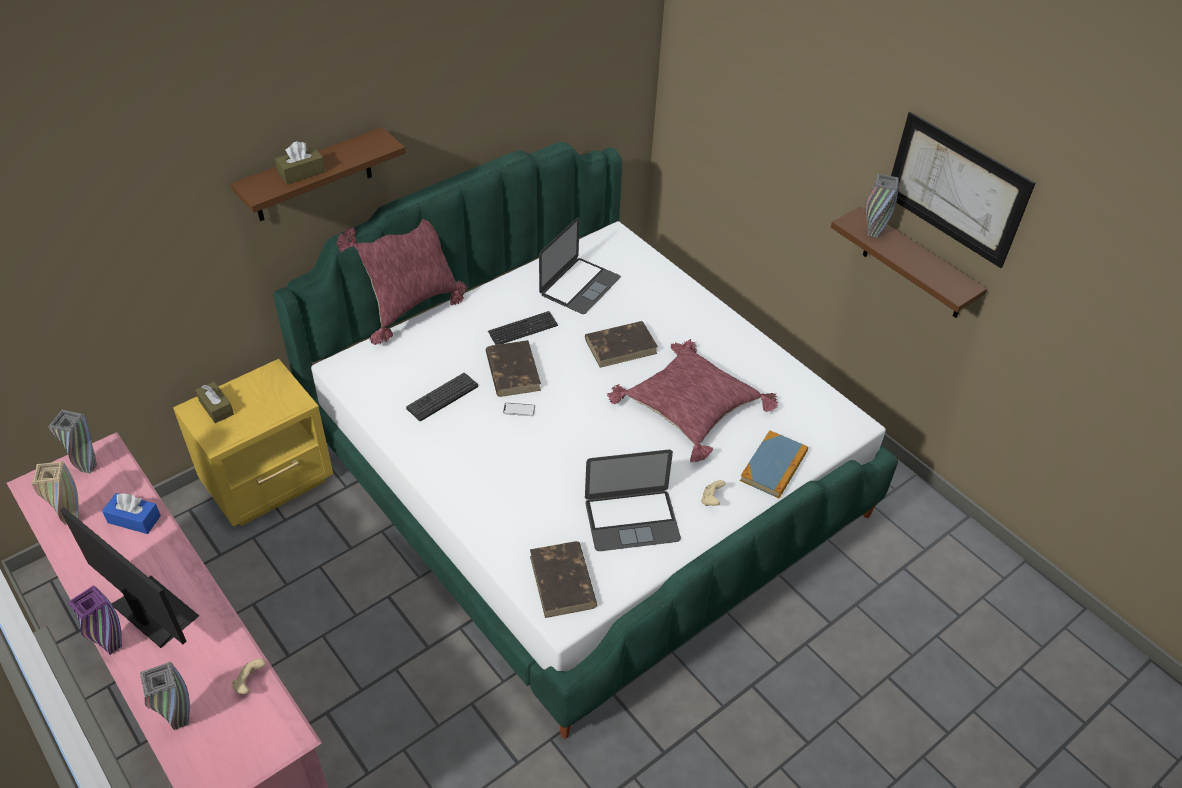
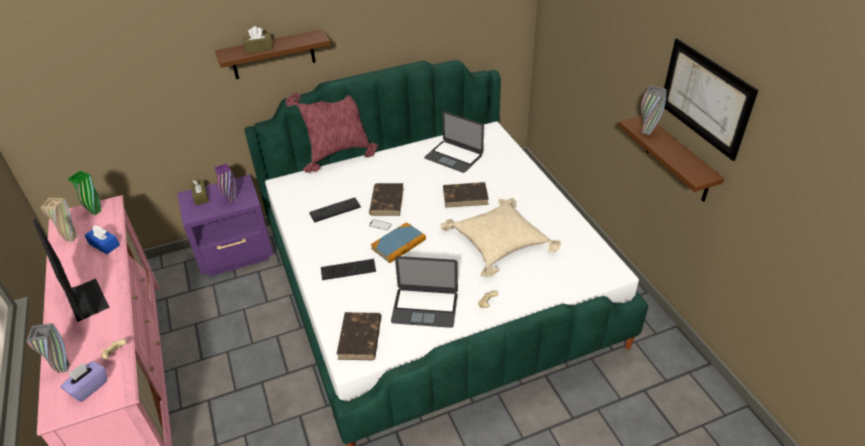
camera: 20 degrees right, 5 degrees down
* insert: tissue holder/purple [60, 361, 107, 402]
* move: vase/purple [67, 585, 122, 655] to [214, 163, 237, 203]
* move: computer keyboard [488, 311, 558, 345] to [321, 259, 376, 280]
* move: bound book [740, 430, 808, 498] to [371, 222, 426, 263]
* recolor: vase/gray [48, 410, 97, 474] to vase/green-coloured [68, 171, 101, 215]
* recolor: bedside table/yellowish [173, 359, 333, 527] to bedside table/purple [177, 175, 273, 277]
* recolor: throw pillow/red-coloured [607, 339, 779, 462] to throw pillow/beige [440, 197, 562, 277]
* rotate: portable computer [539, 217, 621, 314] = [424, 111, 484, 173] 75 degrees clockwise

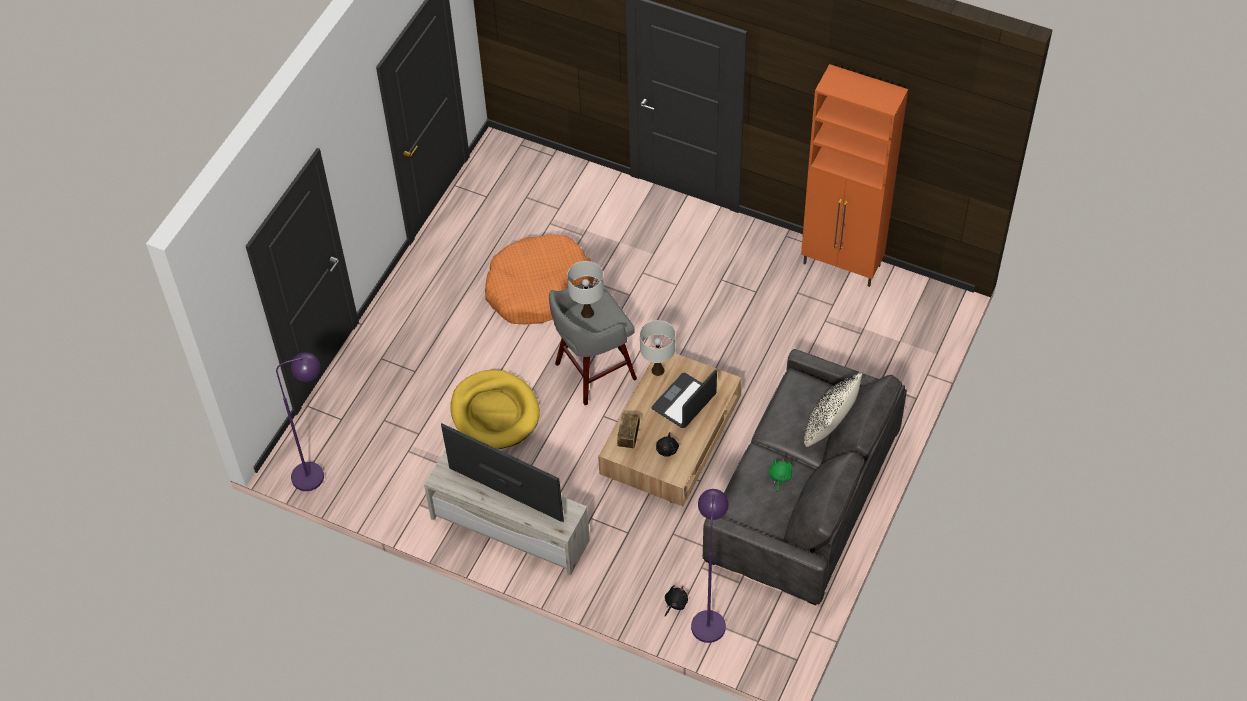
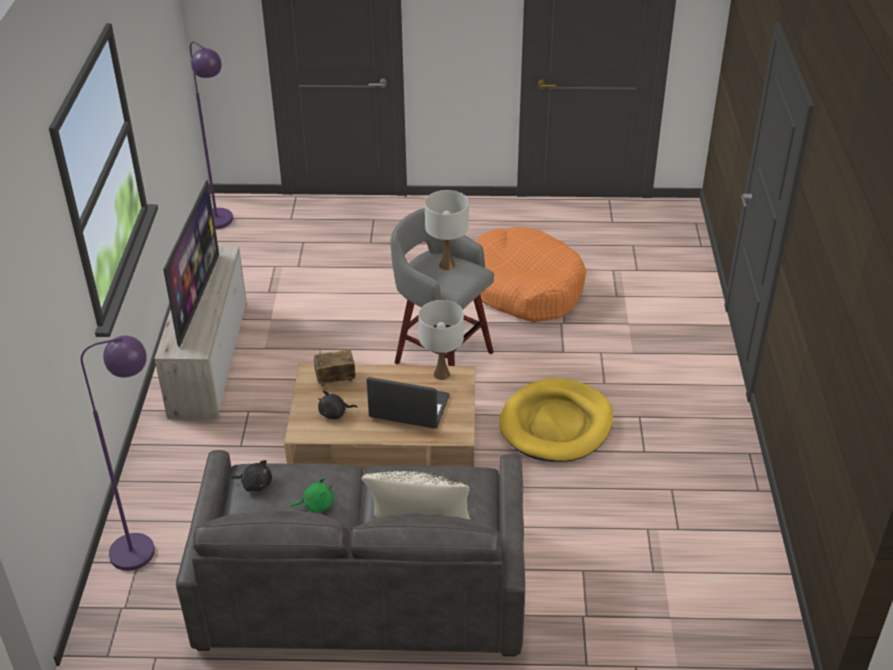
camera: 65 degrees right, 15 degrees down
* delete: cabinet/orangey [801, 64, 908, 287]
* move: pet bed/yellowish [451, 370, 540, 449] to [499, 378, 613, 462]
* move: plush toy/blackish [665, 585, 688, 616] to [231, 460, 272, 492]

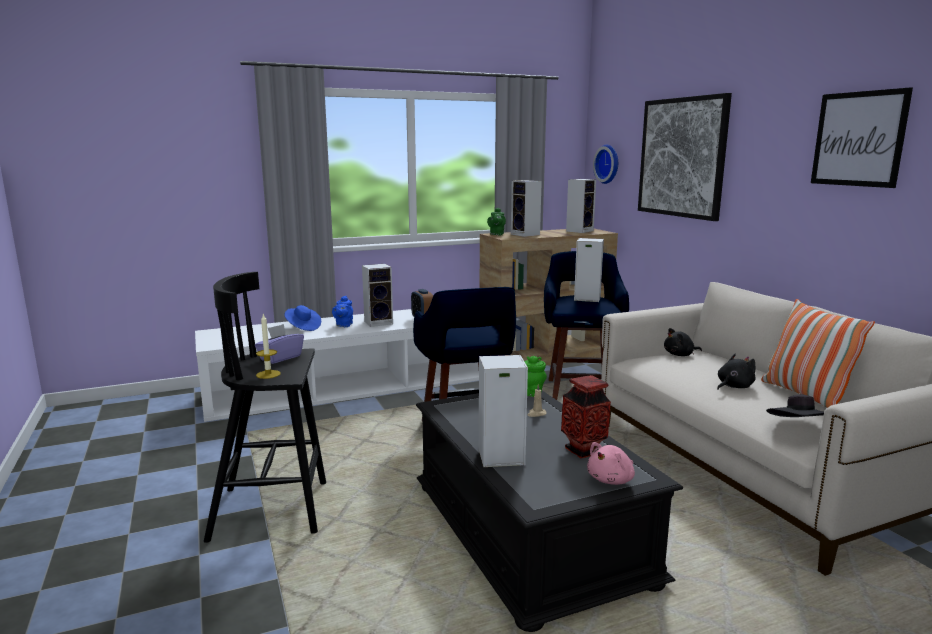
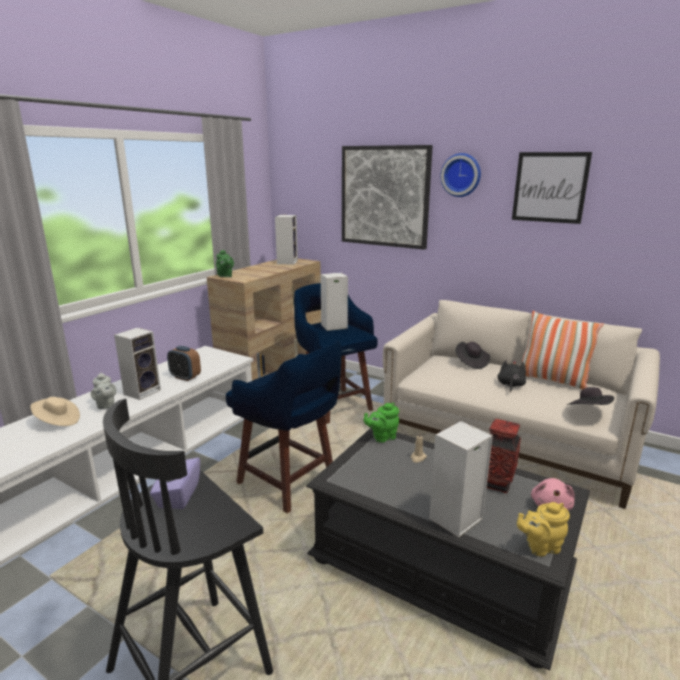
camera: 35 degrees left, 5 degrees up
* delete: wax candle [256, 314, 281, 379]
* delete: audio speaker [511, 180, 542, 237]
* delete: plush toy/blackish [664, 328, 702, 356]
* insert: wearable hat/blackish [455, 342, 490, 369]
* insert: tea pot/yellowish [517, 502, 570, 557]
* move: clock on the wall [593, 144, 618, 184] to [440, 153, 481, 197]
* recolor: wearable hat/blue-coloured [284, 305, 321, 331] to wearable hat/beige [30, 397, 80, 426]
* recolor: tea pot/blue-coloured [332, 296, 353, 327] to tea pot/gray [91, 372, 116, 409]

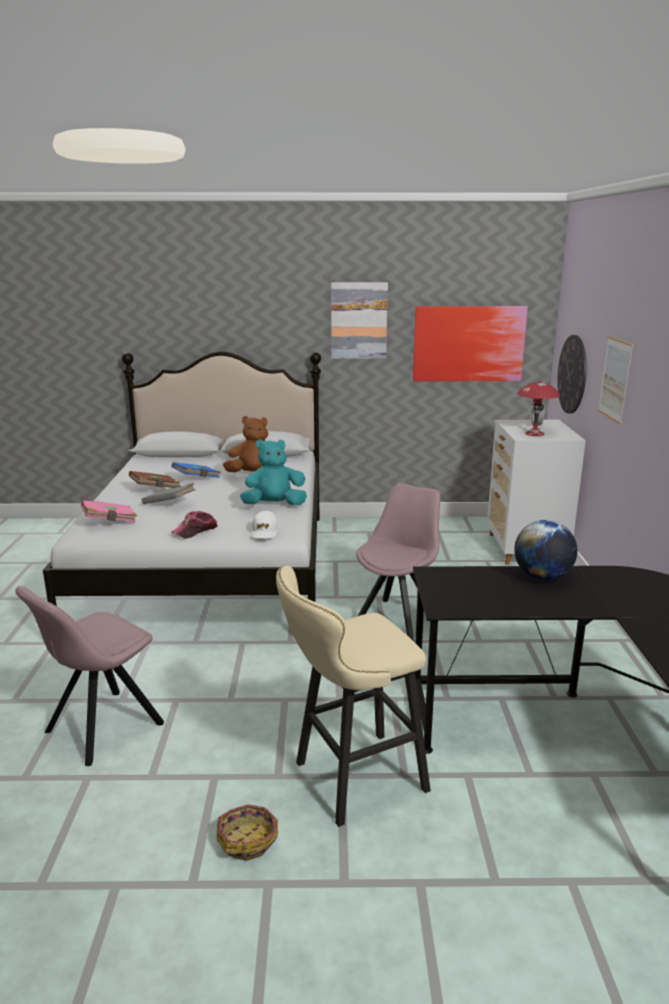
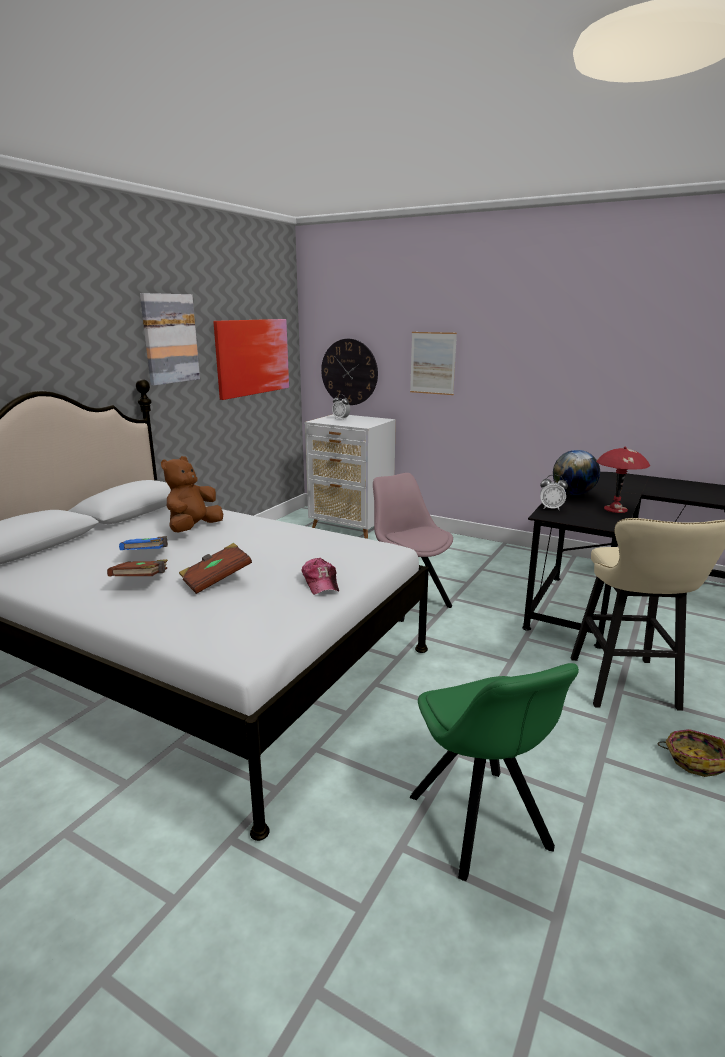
camera: 60 degrees left, 0 degrees up
* delete: bound book/pink-coloured [81, 500, 137, 522]
* delete: plush toy/blue-green [240, 439, 307, 505]
* delete: baseball cap/whitish [251, 511, 278, 539]
* insert: bedside clock [540, 475, 568, 510]
* move: lamp for a table/red-coloured [517, 381, 560, 436] to [596, 446, 650, 513]
* recolor: chair/pink-coloured [15, 586, 164, 766] to chair/green-coloured [410, 663, 579, 881]
* recolor: bound book/gray [142, 483, 195, 504] to bound book/brownish [179, 543, 252, 594]

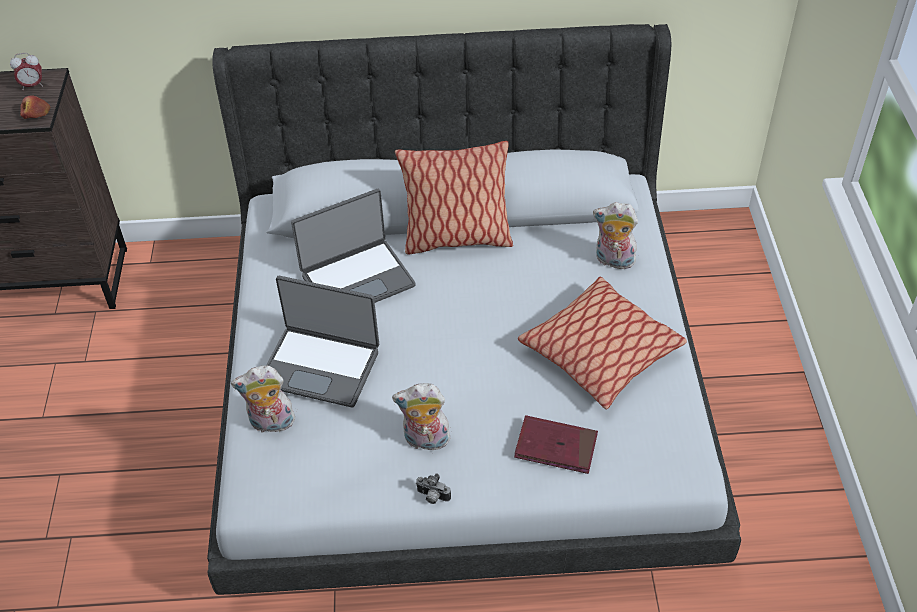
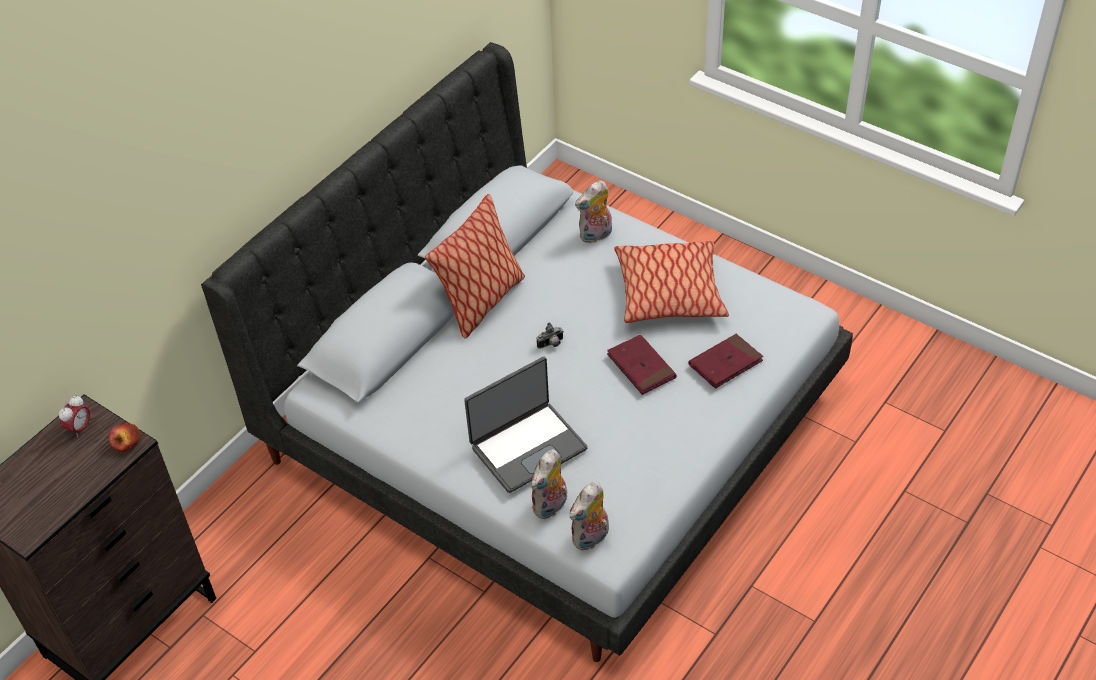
camera: 50 degrees left, 0 degrees up
* delete: portable computer [291, 189, 416, 303]
* insert: bound book/red-coloured [607, 335, 677, 395]
* move: plush toy [392, 383, 452, 452] to [570, 482, 609, 550]
* move: still camera [415, 473, 451, 504] to [537, 323, 564, 349]

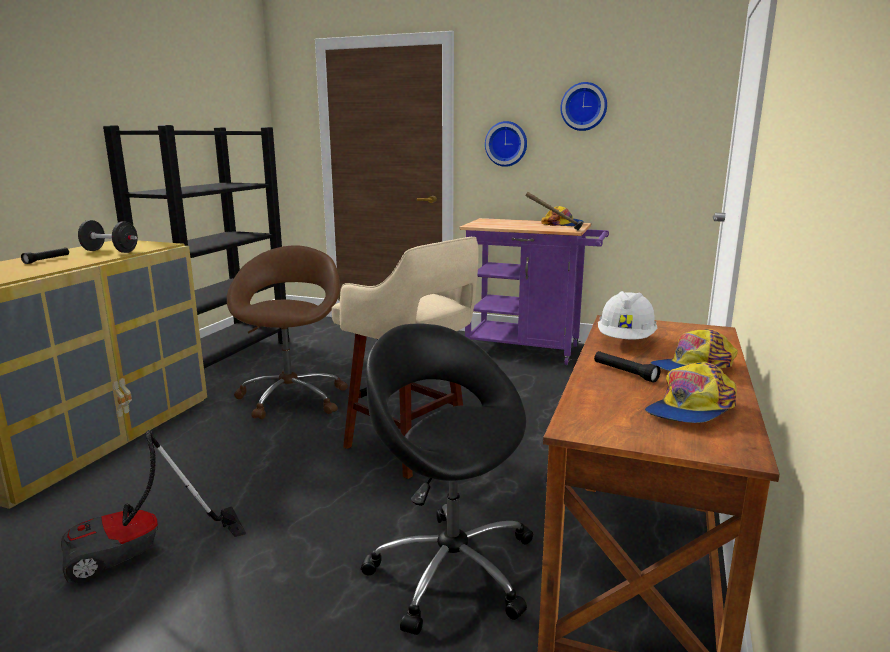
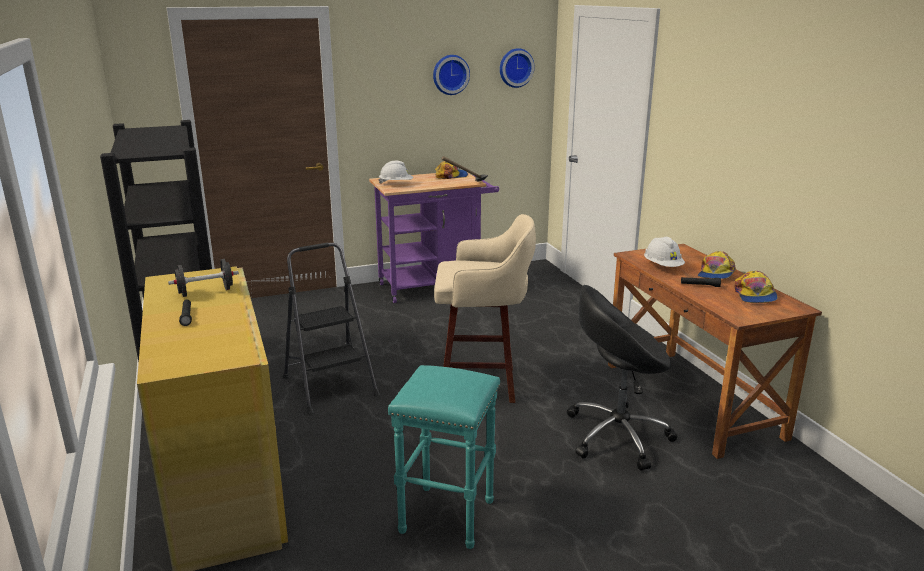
camera: 40 degrees left, 5 degrees up
* insert: safety helmet/whitish [379, 161, 413, 184]
* move: clock on the wall [485, 121, 527, 167] to [500, 48, 534, 88]
* replace: hoover [61, 430, 246, 583] to stool seat/blue-green [388, 365, 500, 549]
* replace: office chair/brownish [227, 245, 348, 419] to stepladder/blackish [282, 242, 380, 415]

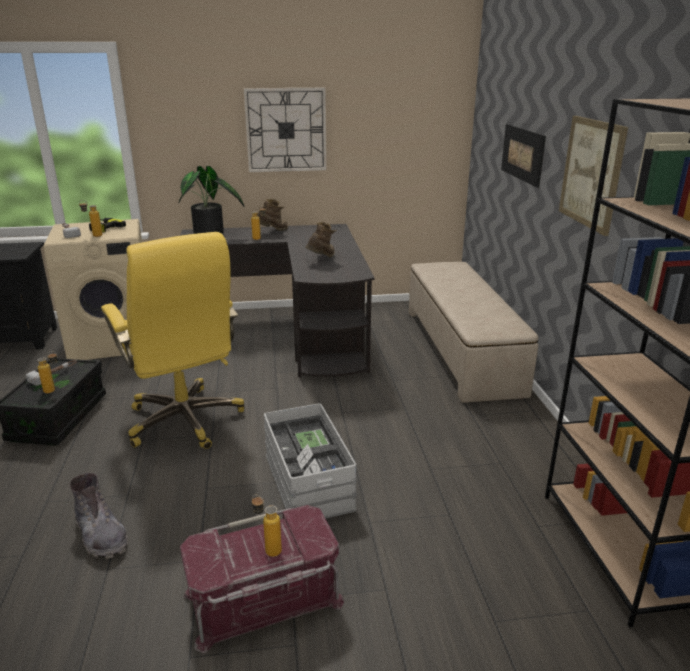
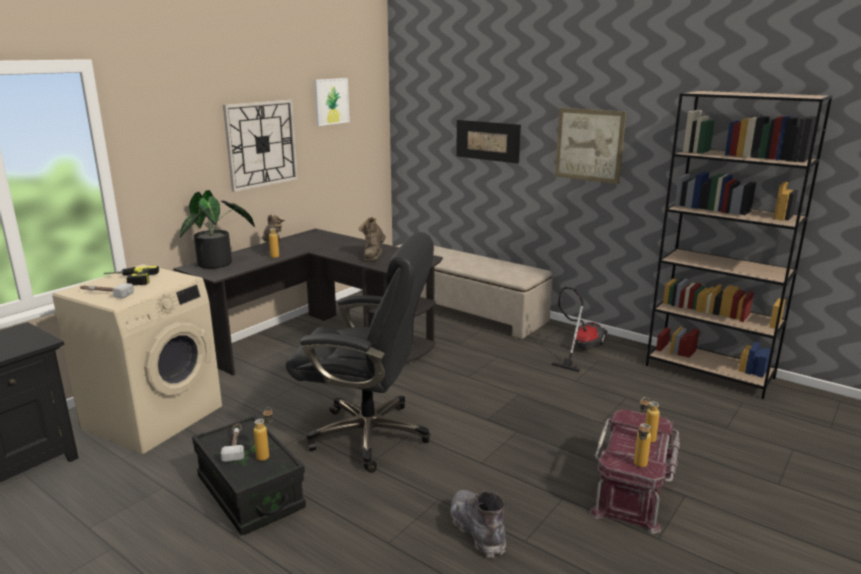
camera: 45 degrees left, 5 degrees down
* delete: storage box/gray [264, 403, 357, 519]
* insert: wall picture [314, 78, 350, 126]
* insert: hoover [551, 287, 608, 372]
* move: bottle [79, 200, 102, 237] to [634, 423, 651, 467]
* recolor: office chair/yellowish [101, 232, 245, 449] to office chair/blackish [285, 232, 434, 473]
* rotate: high-top boot/gray [69, 473, 128, 559] = [450, 490, 506, 558] 120 degrees counterclockwise
* rotate: high-top boot/brownish [305, 222, 337, 257] = [358, 217, 386, 262] 150 degrees counterclockwise

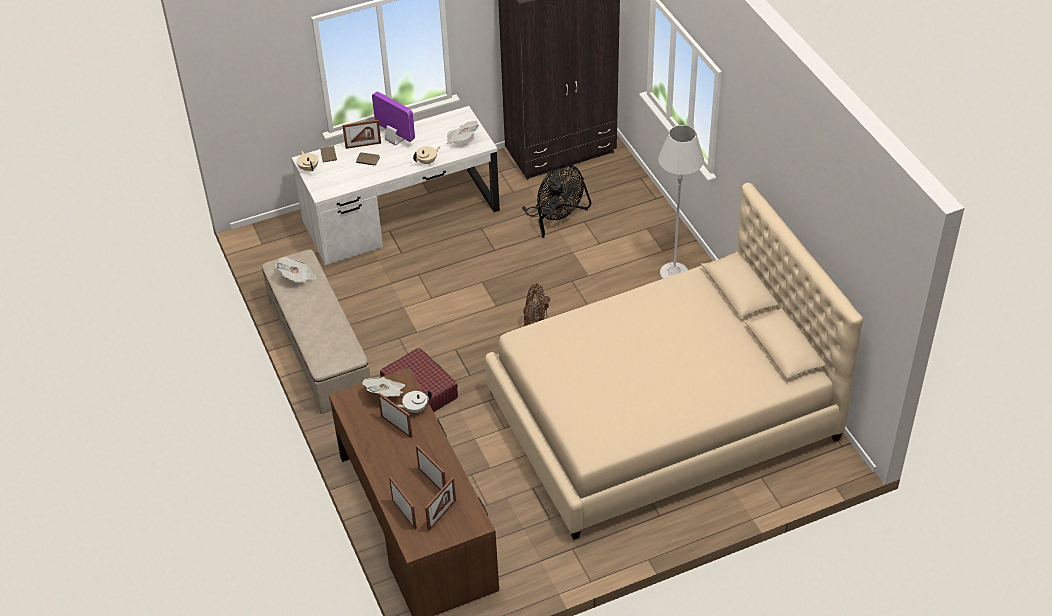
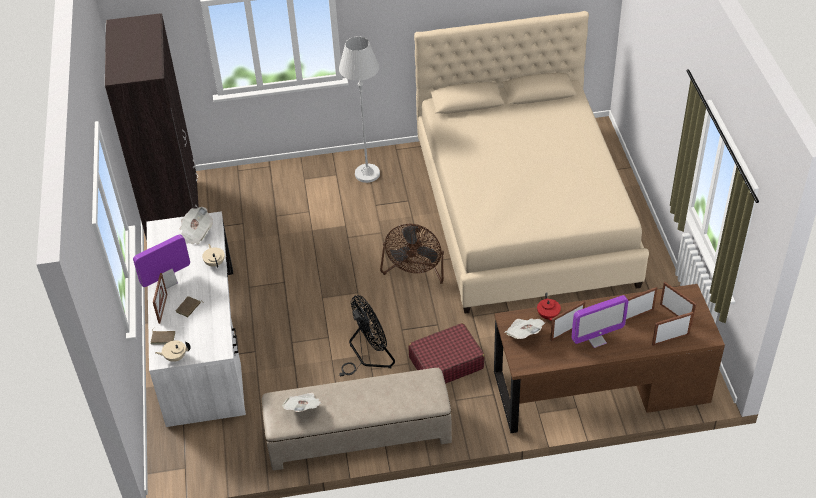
camera: 75 degrees left, 0 degrees up
* insert: computer screen [571, 295, 628, 348]
* move: fan/blackish [522, 165, 591, 238] to [338, 295, 395, 377]
* recolor: tea pot/whitish [397, 390, 432, 413] to tea pot/red-coloured [537, 293, 561, 321]

